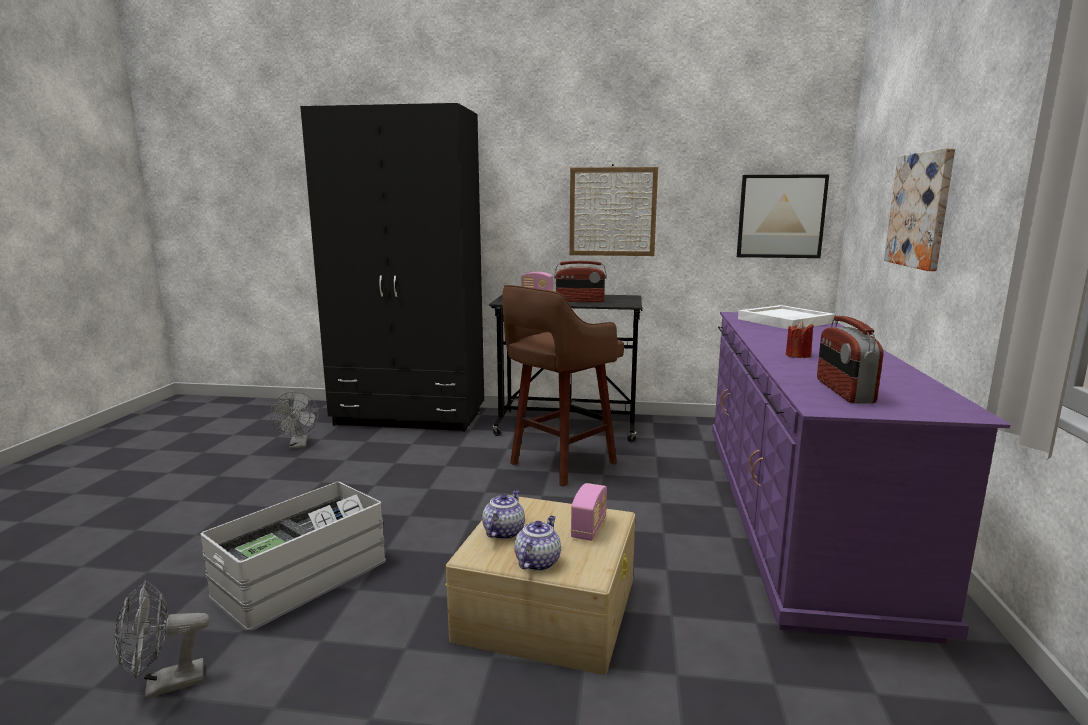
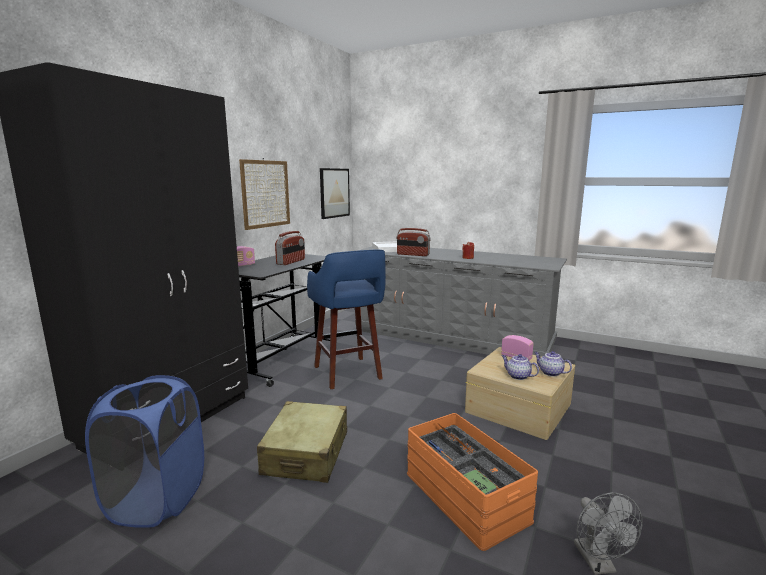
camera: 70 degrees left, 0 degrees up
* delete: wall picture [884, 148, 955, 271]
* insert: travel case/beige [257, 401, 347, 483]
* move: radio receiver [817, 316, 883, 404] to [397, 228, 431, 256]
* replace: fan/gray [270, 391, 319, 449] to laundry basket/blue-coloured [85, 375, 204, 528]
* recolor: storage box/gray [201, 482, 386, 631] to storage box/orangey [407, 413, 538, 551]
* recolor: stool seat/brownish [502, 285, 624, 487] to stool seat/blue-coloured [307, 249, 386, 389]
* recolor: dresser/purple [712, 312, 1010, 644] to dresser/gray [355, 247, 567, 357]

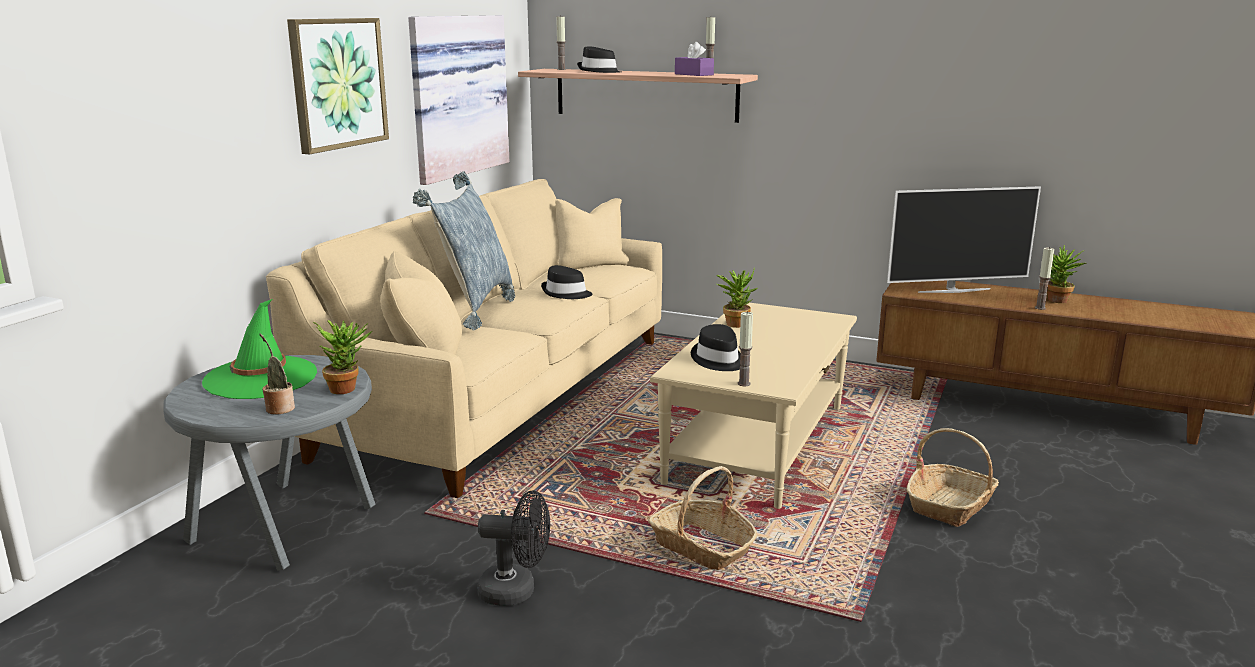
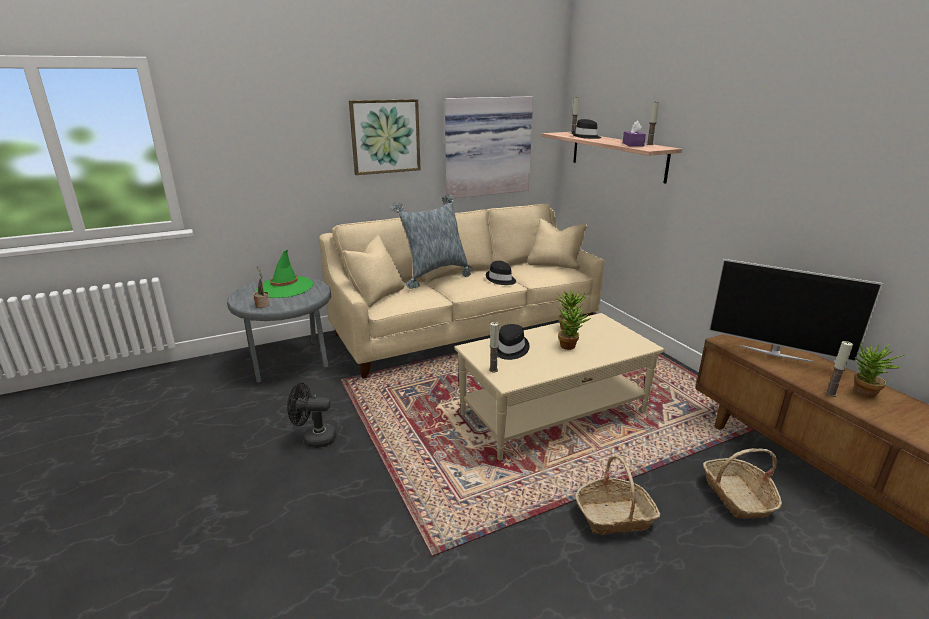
camera: 40 degrees right, 5 degrees up
* move: potted plant [313, 320, 372, 394] to [558, 304, 591, 350]
* move: household basket [648, 466, 757, 570] to [703, 448, 782, 519]
* rotate: fan/blackish [478, 491, 550, 606] = [287, 383, 337, 448] 135 degrees clockwise

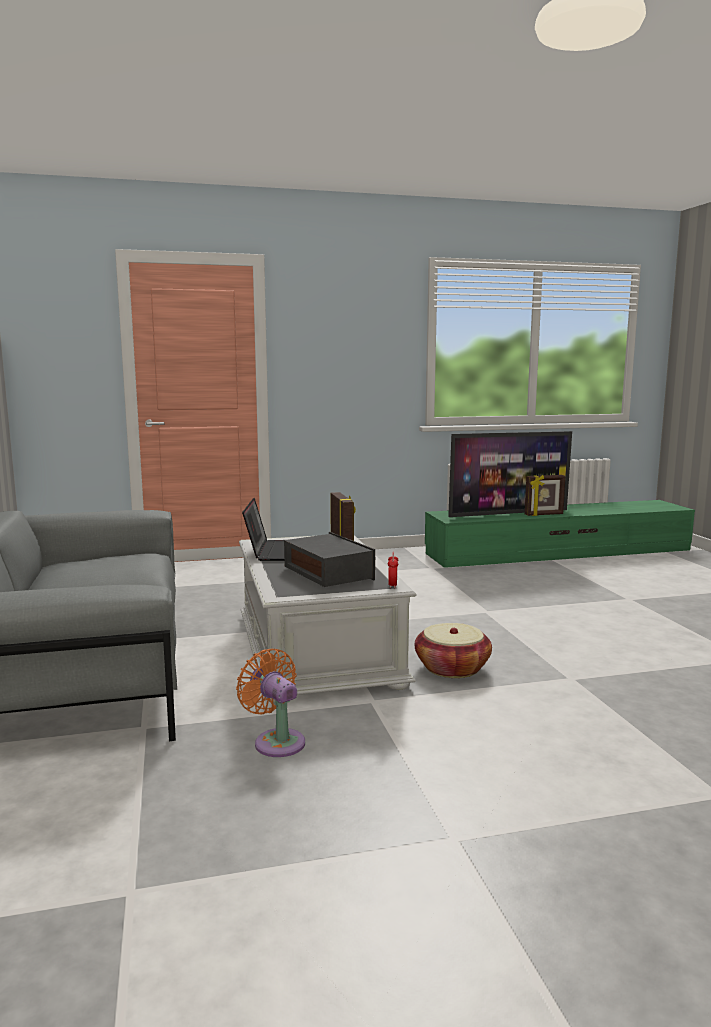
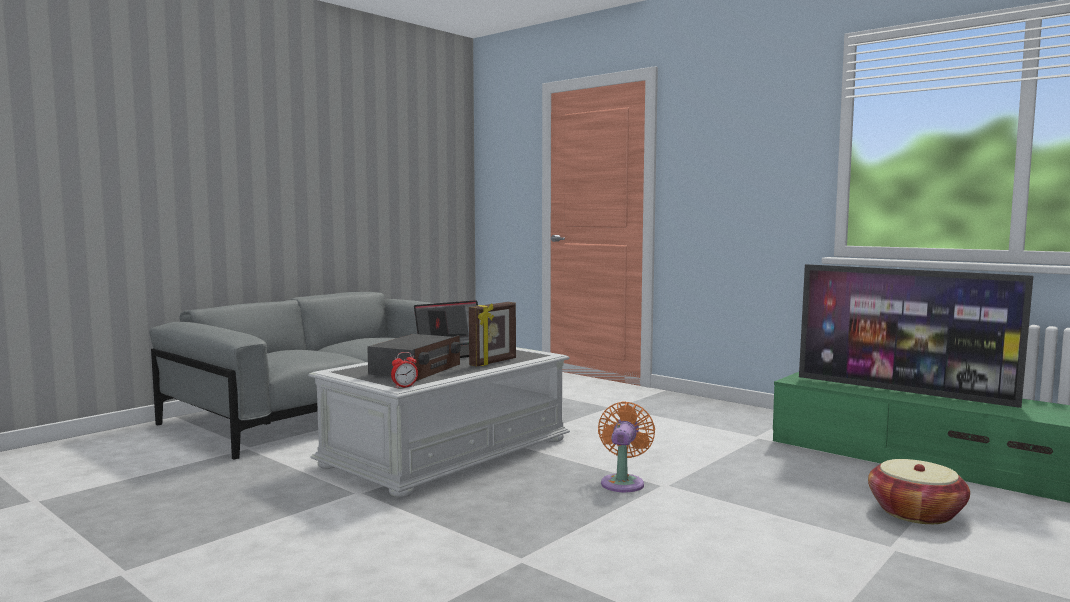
camera: 55 degrees right, 5 degrees down
* delete: standing frame [525, 475, 565, 516]
* move: fan/orangey [236, 649, 305, 757] to [598, 401, 655, 492]
* move: household basket [415, 623, 492, 678] to [868, 459, 970, 524]

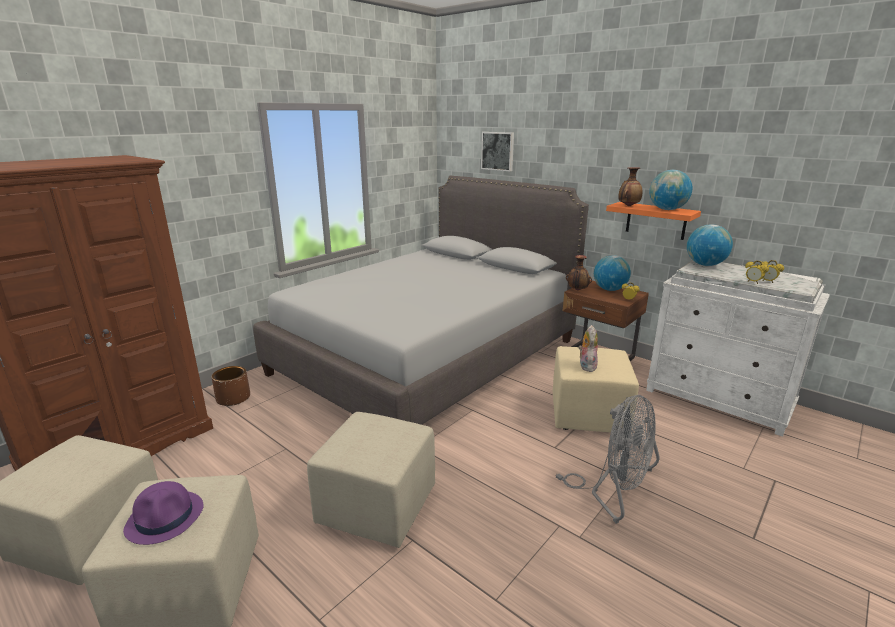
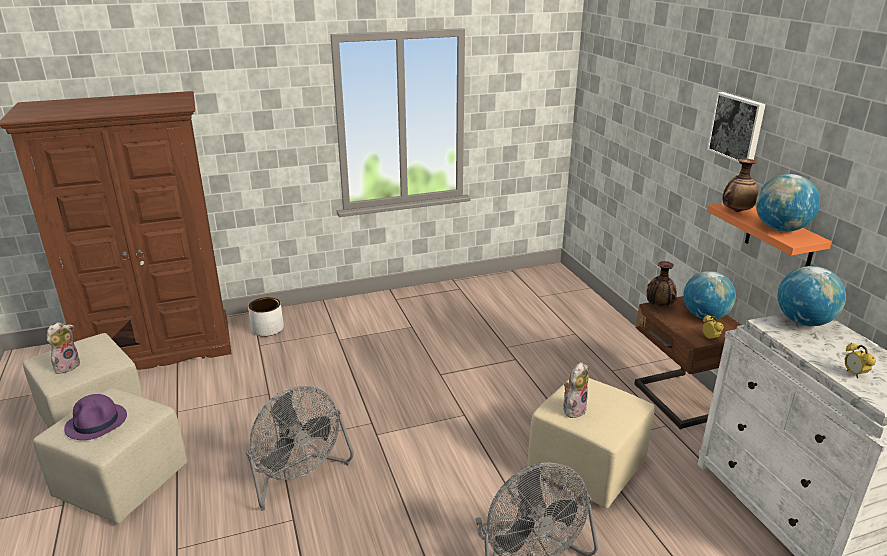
camera: 30 degrees right, 5 degrees up
* delete: bed/gray [253, 176, 589, 425]
* delete: bedside clock [745, 260, 769, 284]
* insert: plush toy [47, 322, 80, 374]
* move: wall picture [481, 132, 514, 171] to [707, 92, 766, 162]
* replace: ottoman/beige [307, 412, 435, 548] to fan/gray [246, 386, 354, 511]
* recolor: planter/brownish [211, 366, 250, 406] to planter/whitish [248, 297, 284, 336]

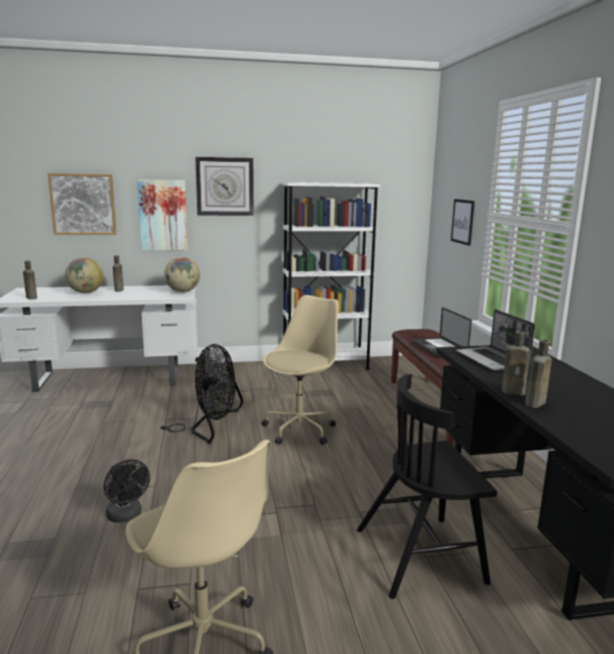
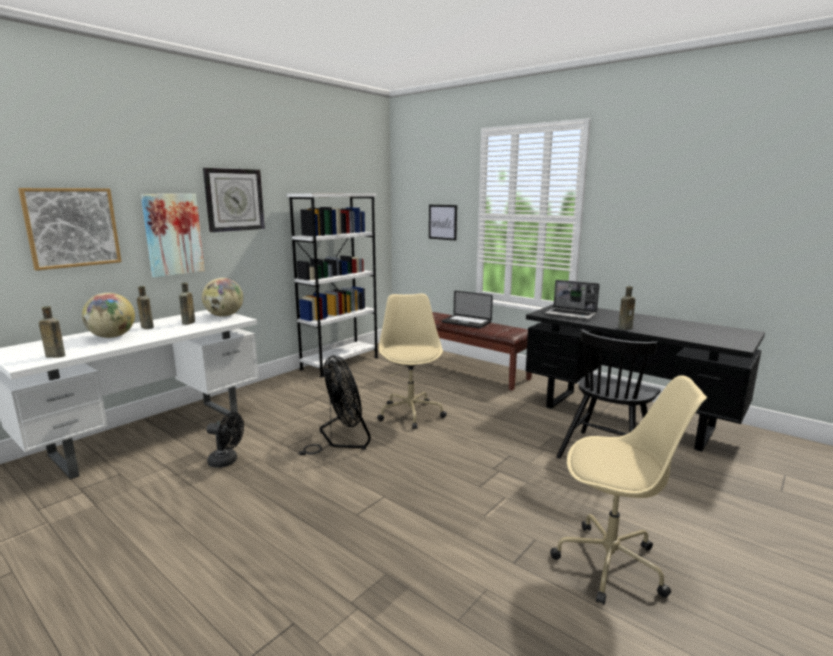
camera: 40 degrees left, 0 degrees up
* move: fan/blackish [104, 459, 150, 523] to [206, 412, 244, 468]
* move: bottle/brownish [525, 339, 552, 408] to [179, 283, 195, 325]

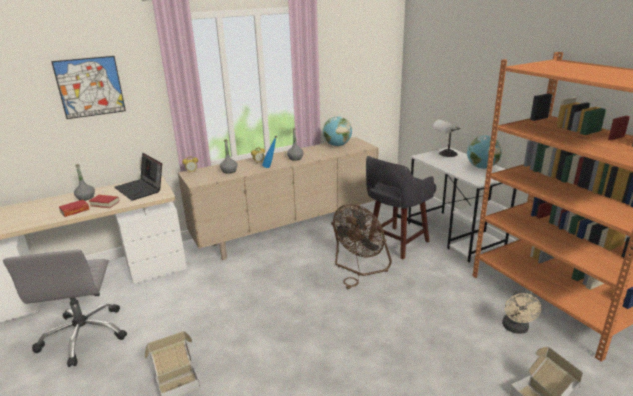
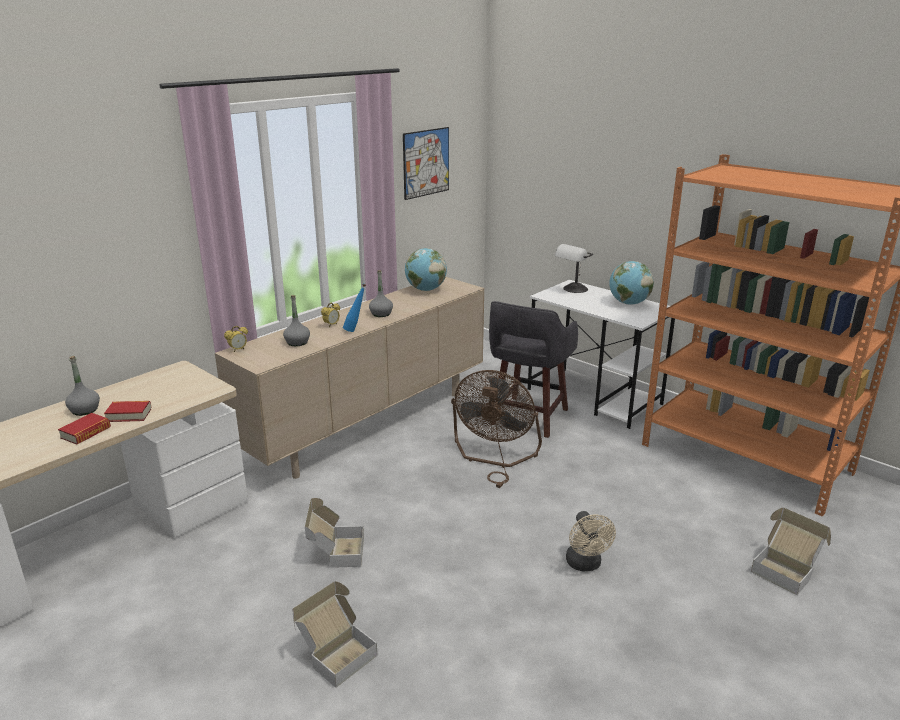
camera: 20 degrees left, 0 degrees up
* delete: office chair/gray [3, 249, 127, 367]
* delete: portable computer [115, 153, 162, 201]
* insert: packing box [305, 498, 364, 568]
* move: wall picture [51, 56, 126, 119] to [403, 127, 449, 200]
* move: fan/beige [502, 291, 541, 334] to [566, 511, 616, 571]

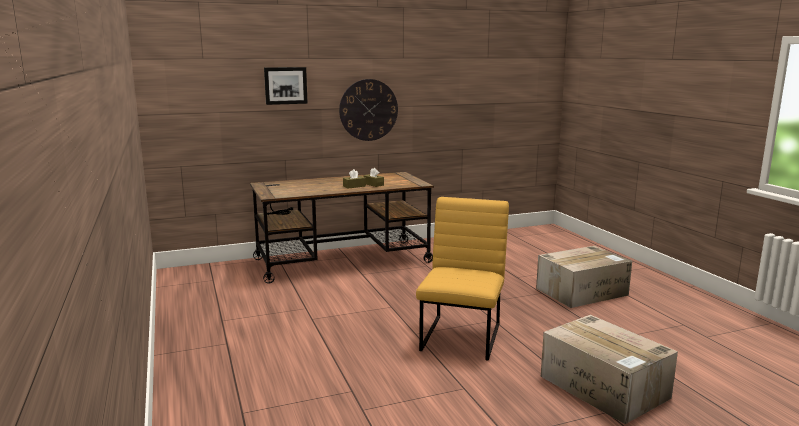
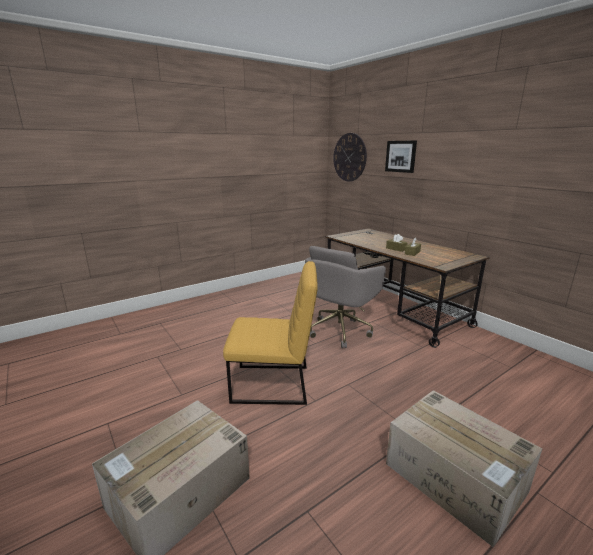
camera: 75 degrees right, 5 degrees up
* insert: office chair/gray [305, 246, 386, 348]
* move: clock on the wall [339, 79, 398, 141] to [333, 133, 367, 182]

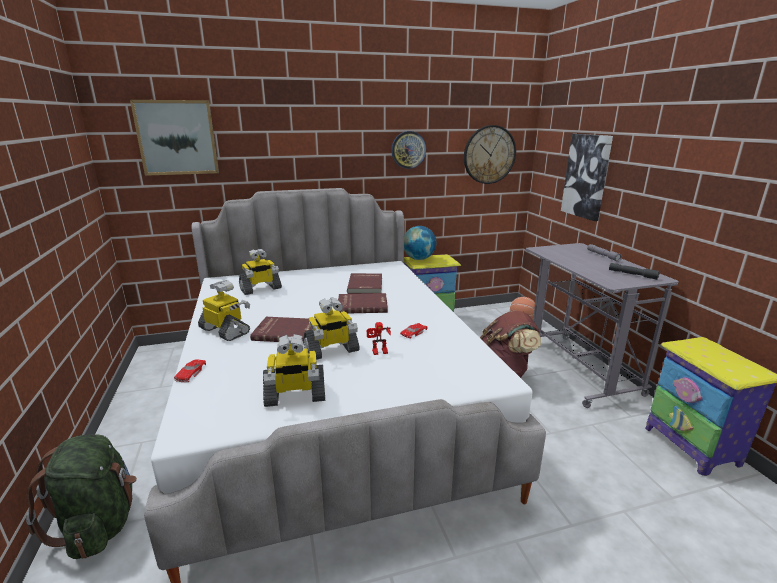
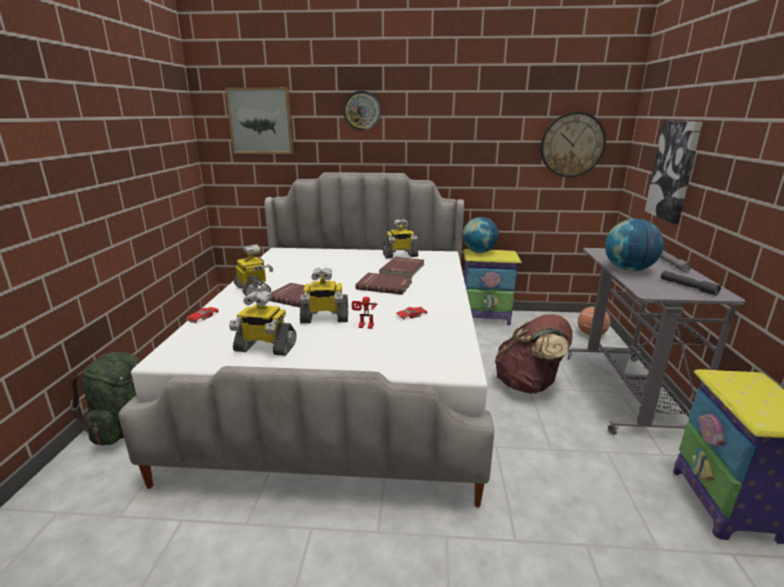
camera: 20 degrees right, 0 degrees up
* insert: desk globe [605, 219, 664, 271]
* move: robot figure [239, 249, 282, 295] to [383, 219, 418, 258]
* move: clock on the wall [391, 131, 426, 169] to [343, 91, 381, 131]

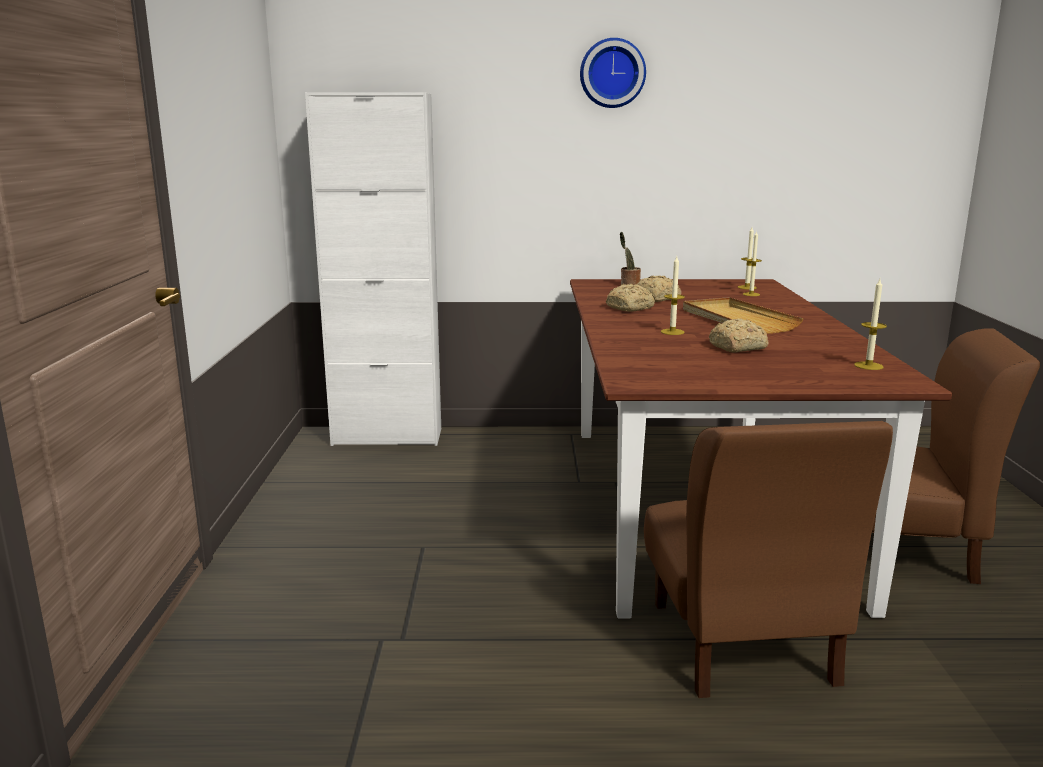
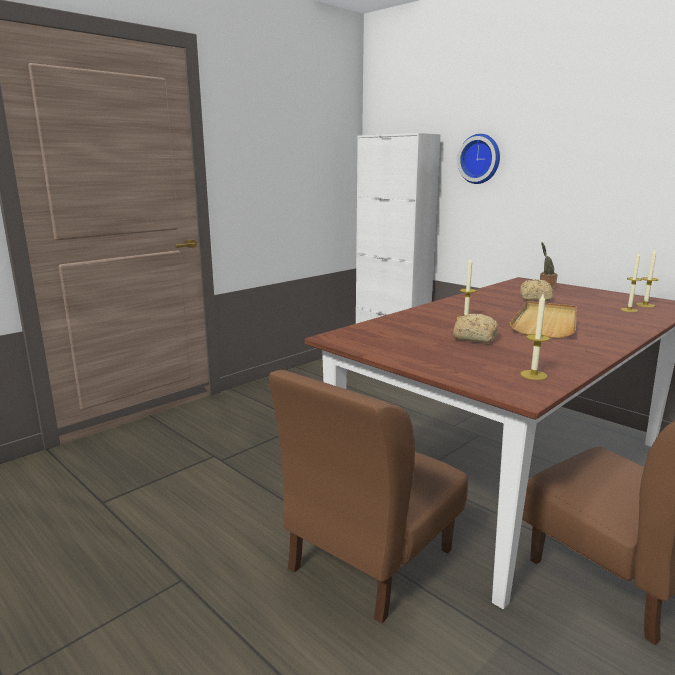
camera: 45 degrees right, 0 degrees up
* delete: baked bread [606, 284, 655, 312]
* move: clock on the wall [580, 38, 646, 108] to [457, 134, 500, 184]

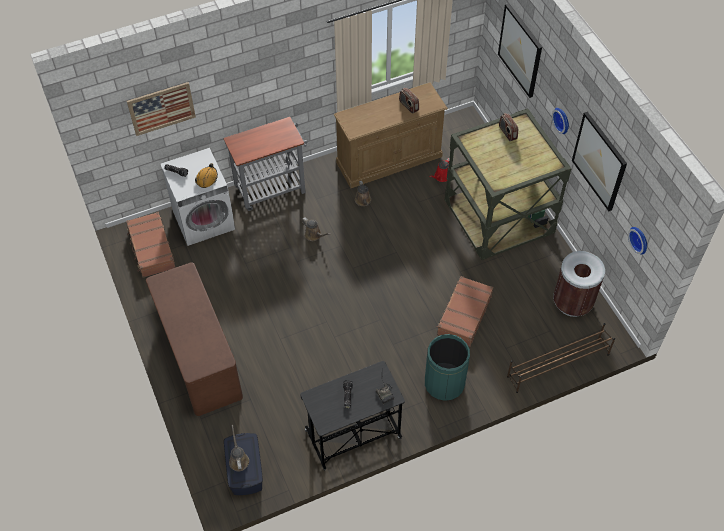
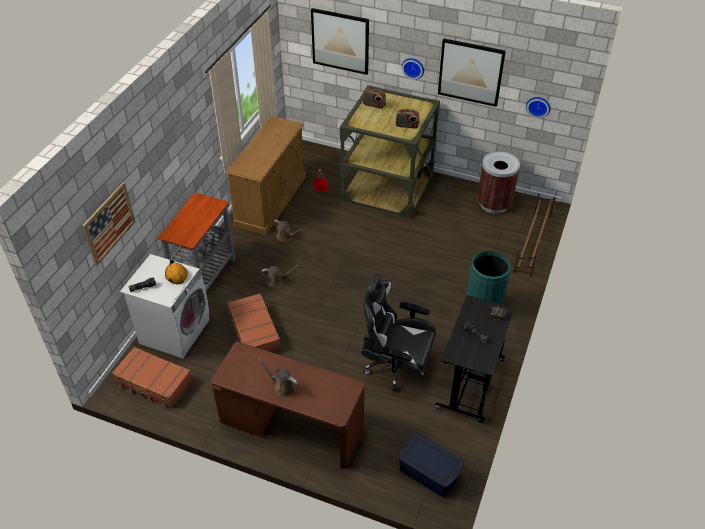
camera: 45 degrees left, 10 degrees down
* insert: office chair/blackish [361, 273, 436, 391]
* move: watering pot/brownish [229, 425, 249, 471] to [258, 358, 298, 397]
* move: radio receiver [399, 88, 419, 114] to [396, 109, 420, 129]
* move: travel case/brownish [436, 276, 493, 347] to [227, 293, 281, 352]

